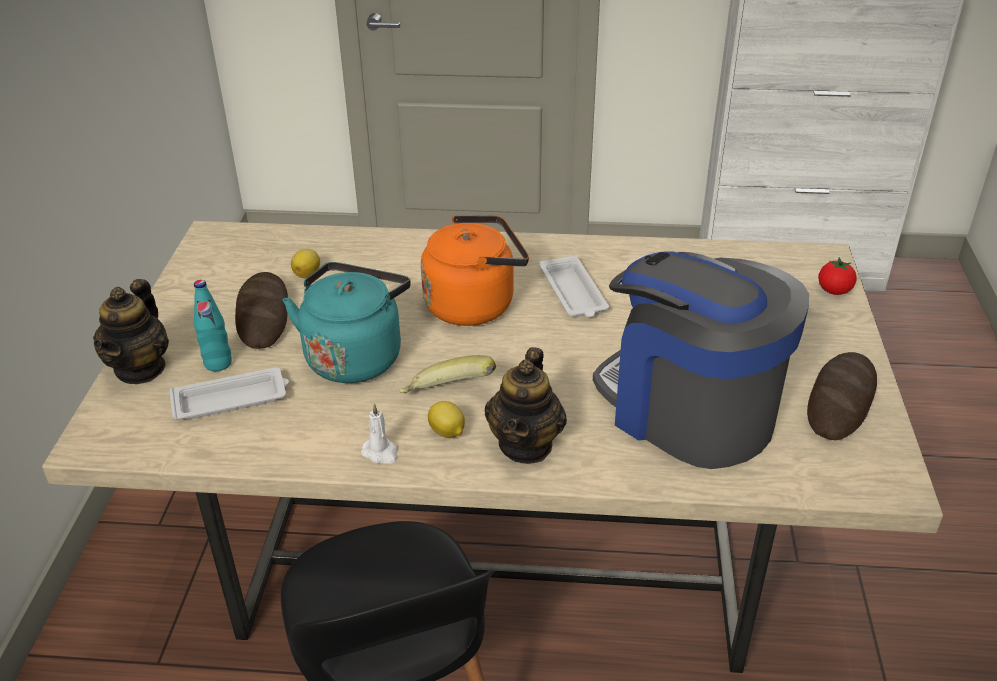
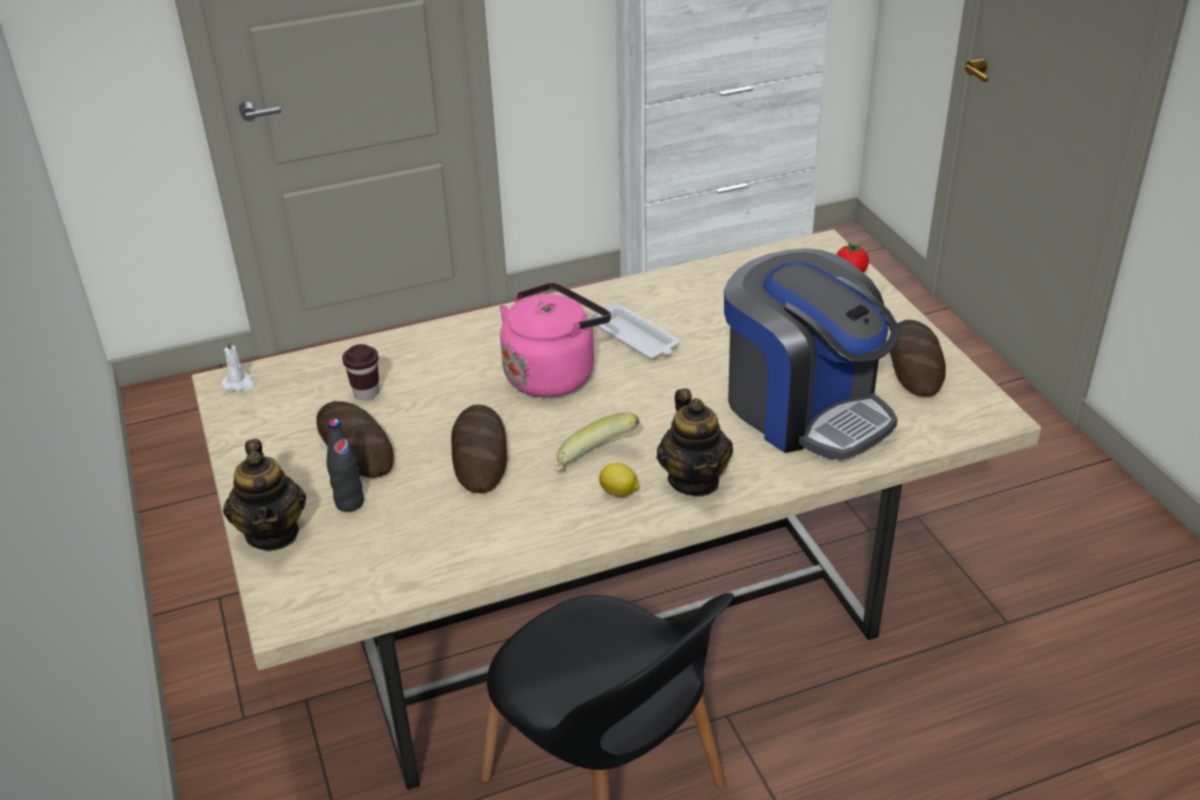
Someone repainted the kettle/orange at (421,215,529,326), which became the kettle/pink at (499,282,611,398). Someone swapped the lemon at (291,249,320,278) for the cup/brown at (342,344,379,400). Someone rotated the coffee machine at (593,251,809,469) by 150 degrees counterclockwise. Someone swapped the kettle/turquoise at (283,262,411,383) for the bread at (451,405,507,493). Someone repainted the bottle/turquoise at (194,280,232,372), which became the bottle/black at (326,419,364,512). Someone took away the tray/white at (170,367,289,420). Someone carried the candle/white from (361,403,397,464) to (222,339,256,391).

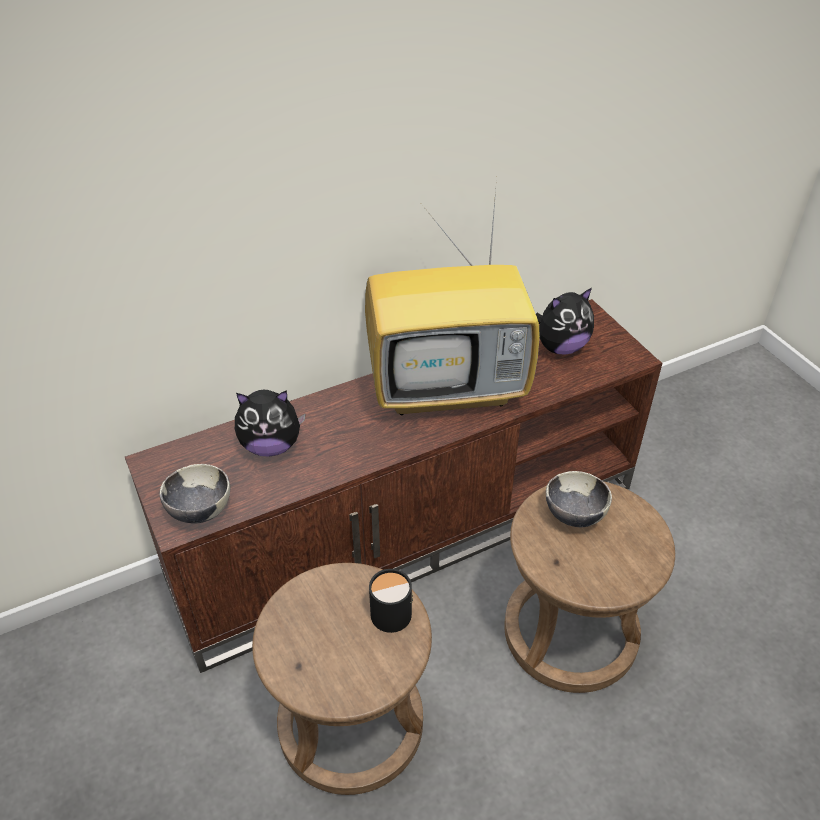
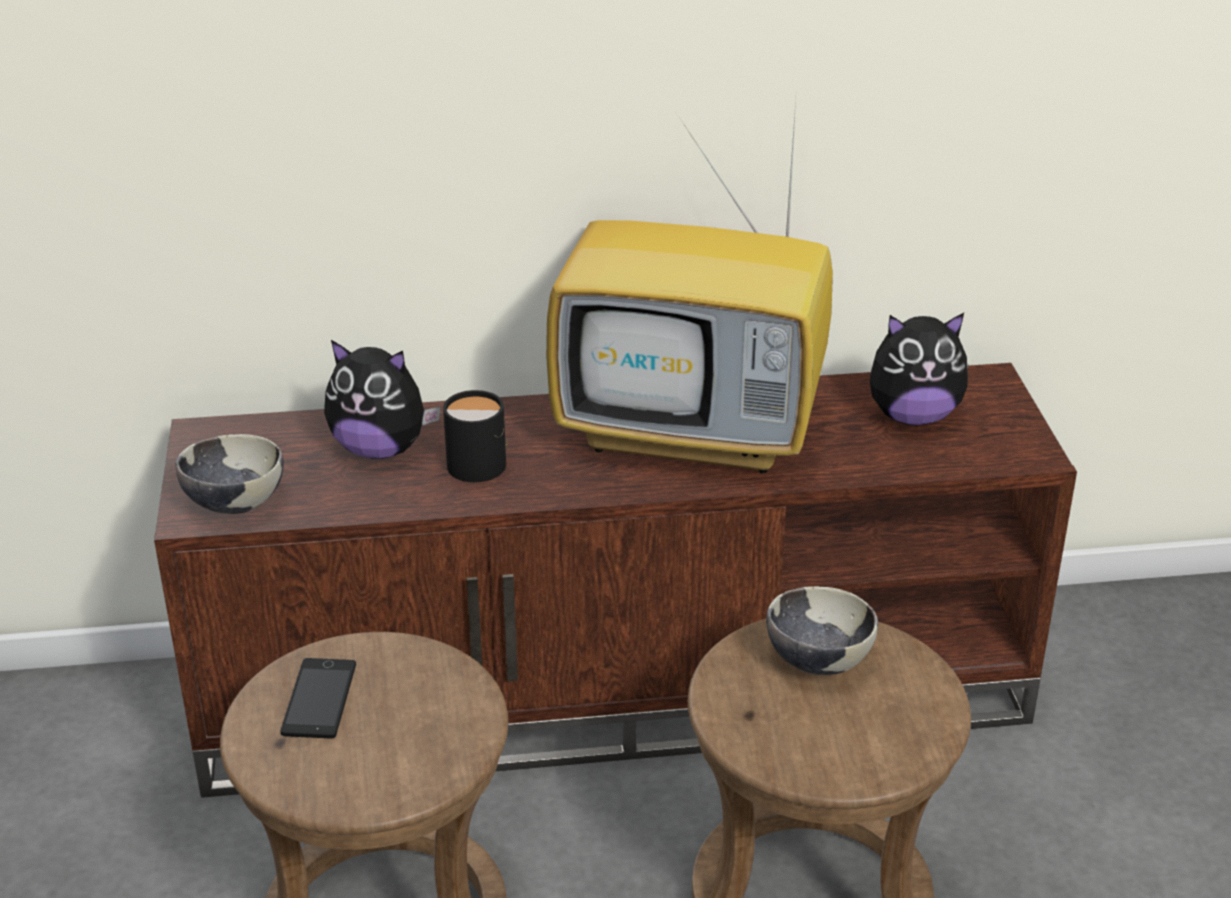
Someone carried the mug/black from (369,569,413,633) to (443,390,508,483). Someone put down the phone at (281,658,356,738).

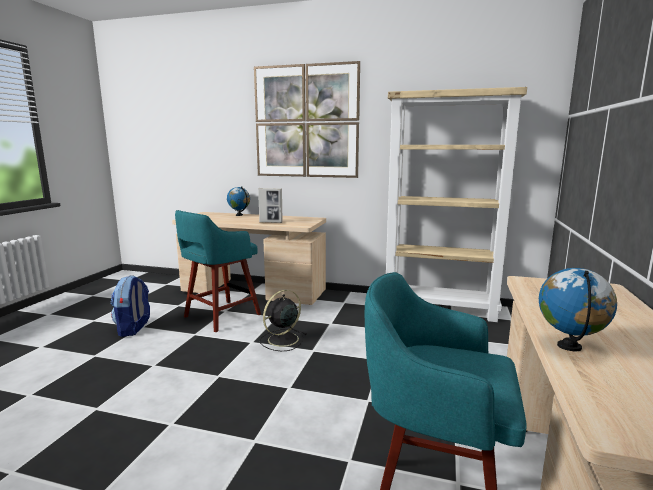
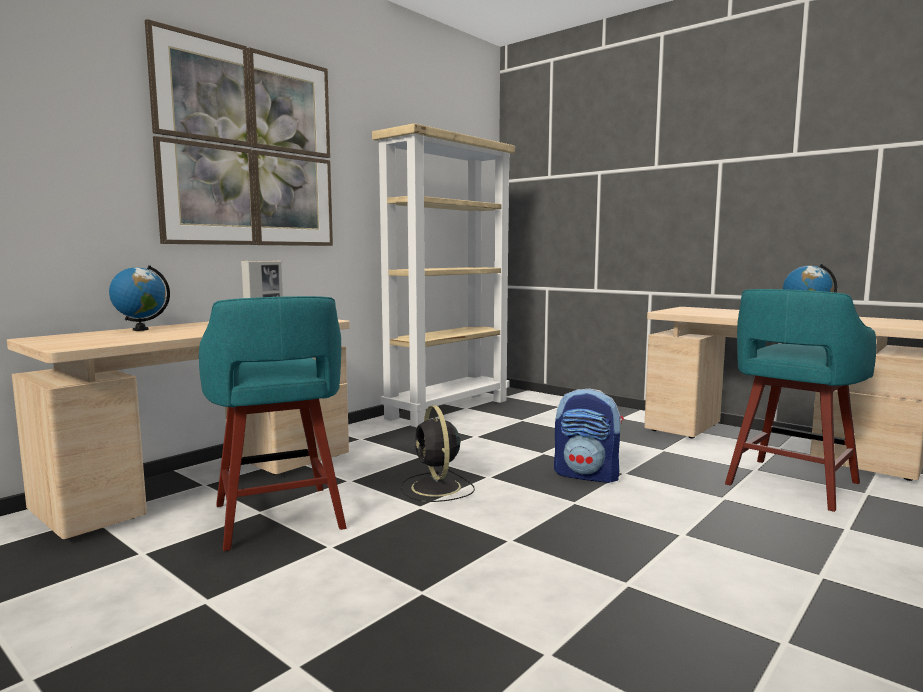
Someone carried the backpack from (110,275,150,337) to (554,389,624,483).

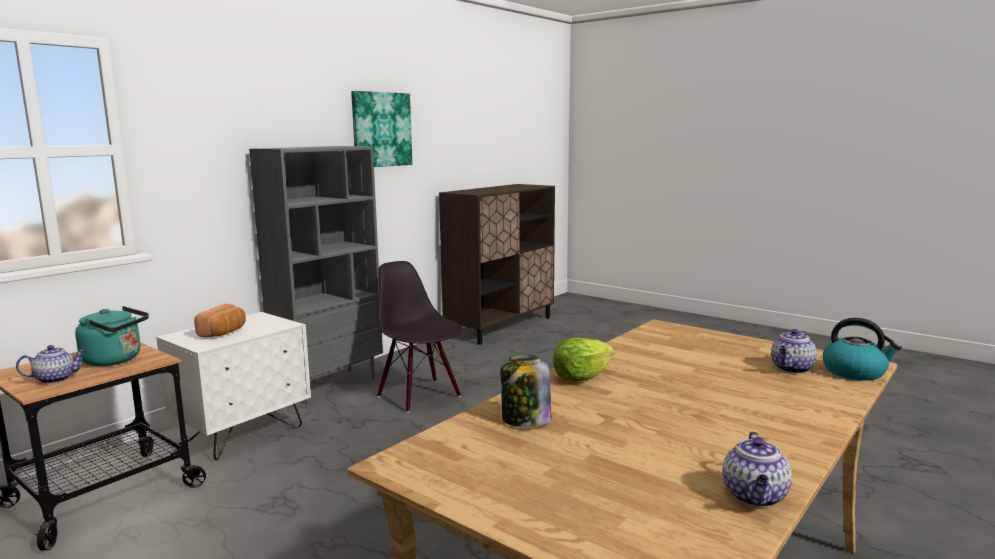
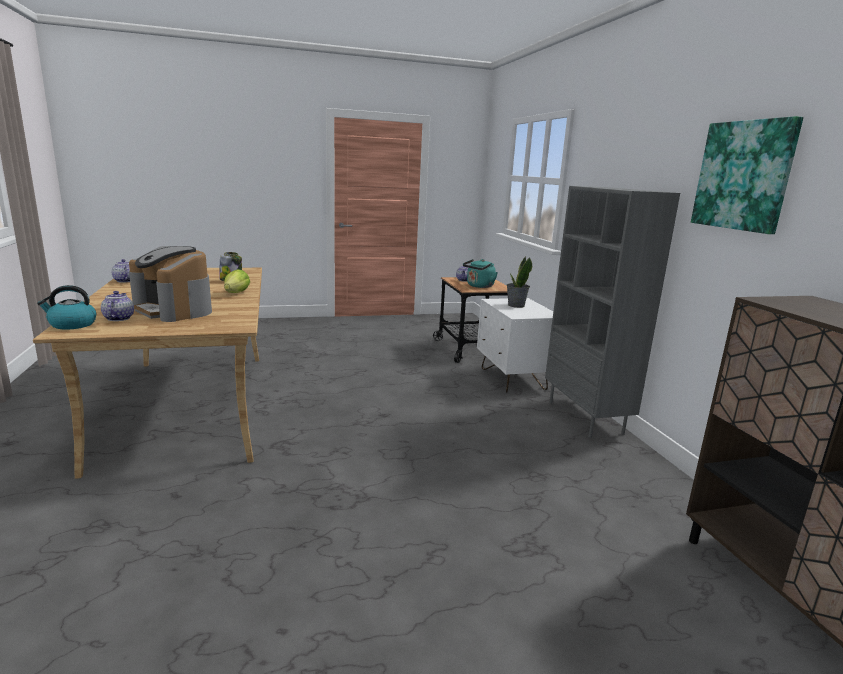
Someone took away the chair/black at (377,261,462,413). Someone swapped the bread at (194,304,246,337) for the potted plant at (507,256,532,308). Someone put down the coffee machine at (129,246,212,322).

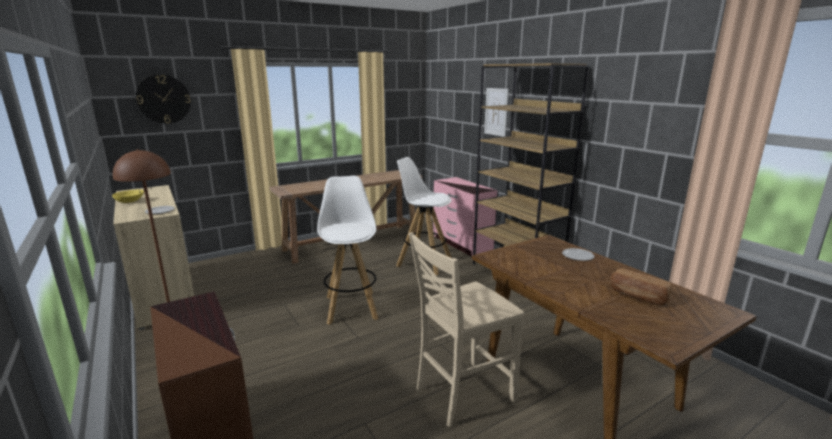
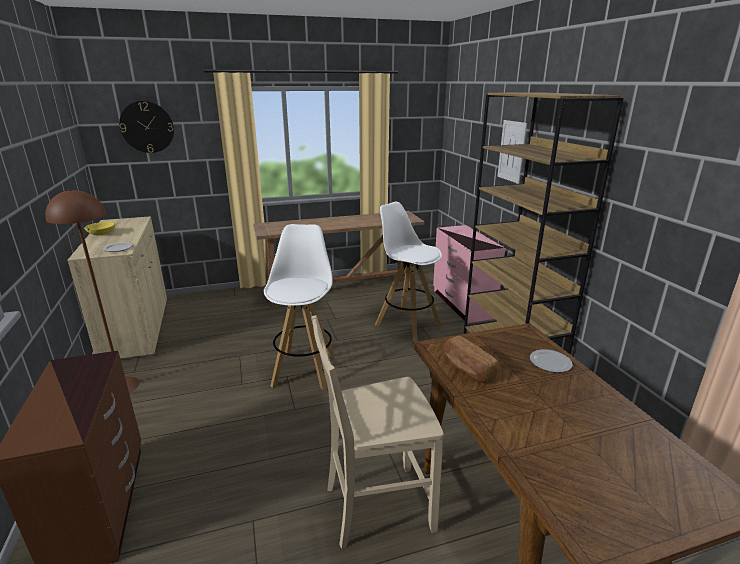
Someone carried the bread from (610,268,672,305) to (444,336,498,383).

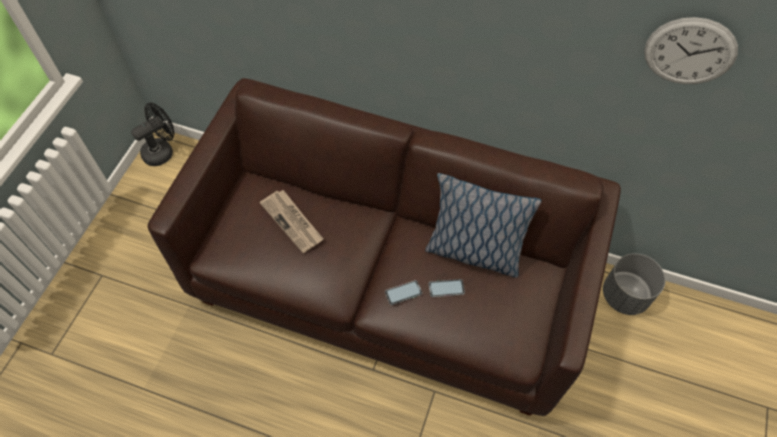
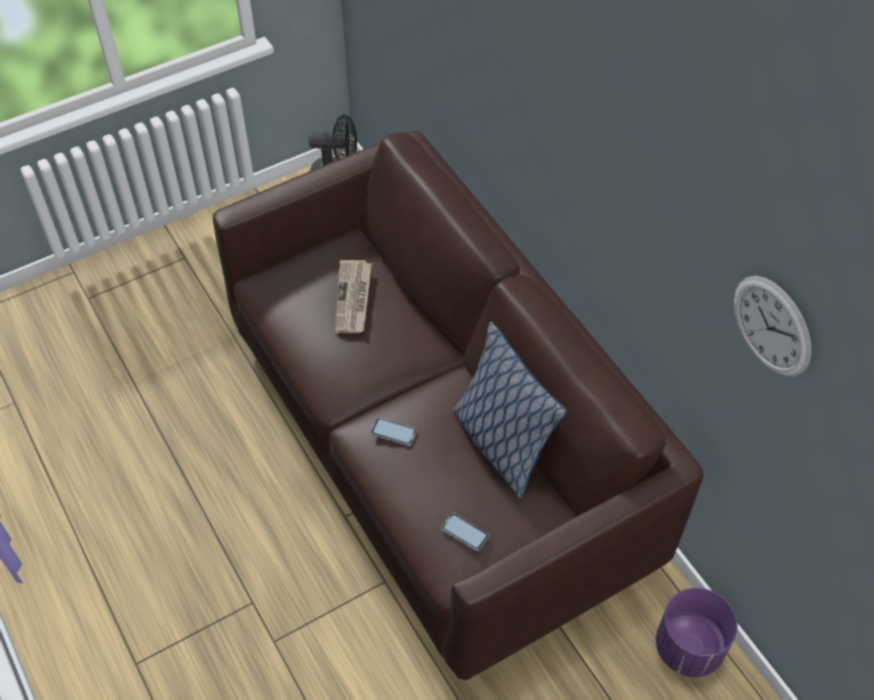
Someone repainted the planter/grey at (603,253,665,315), which became the planter/purple at (656,588,738,677). Someone carried the phone from (429,279,465,297) to (441,513,489,551).

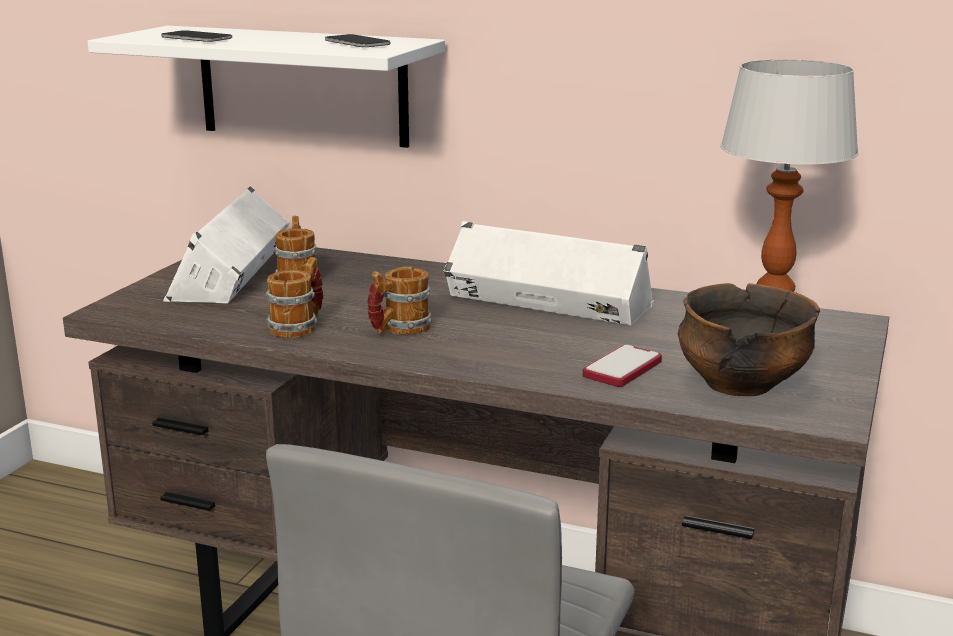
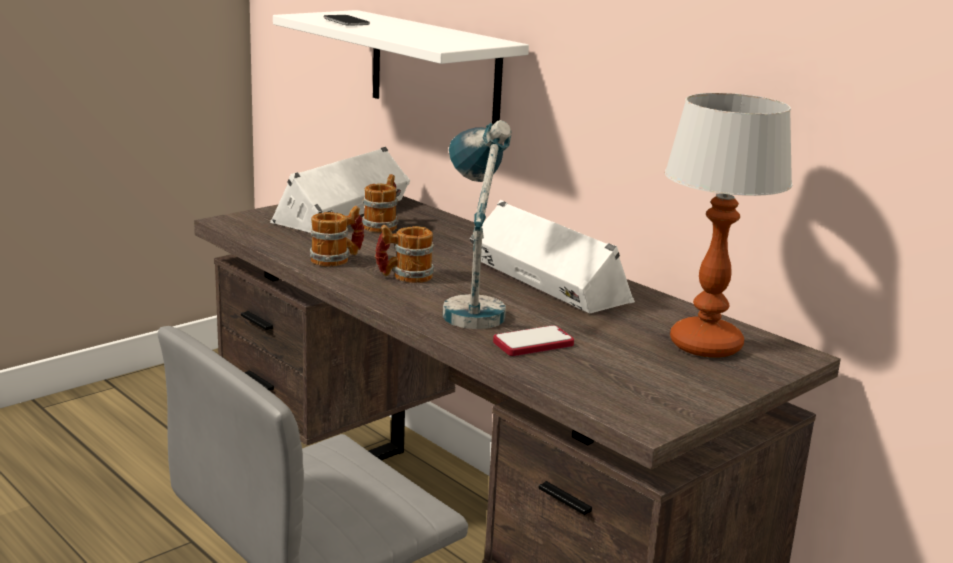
Someone took away the phone at (325,34,390,47). Someone took away the bowl at (678,283,820,396). Someone put down the table lamp at (443,120,511,329).

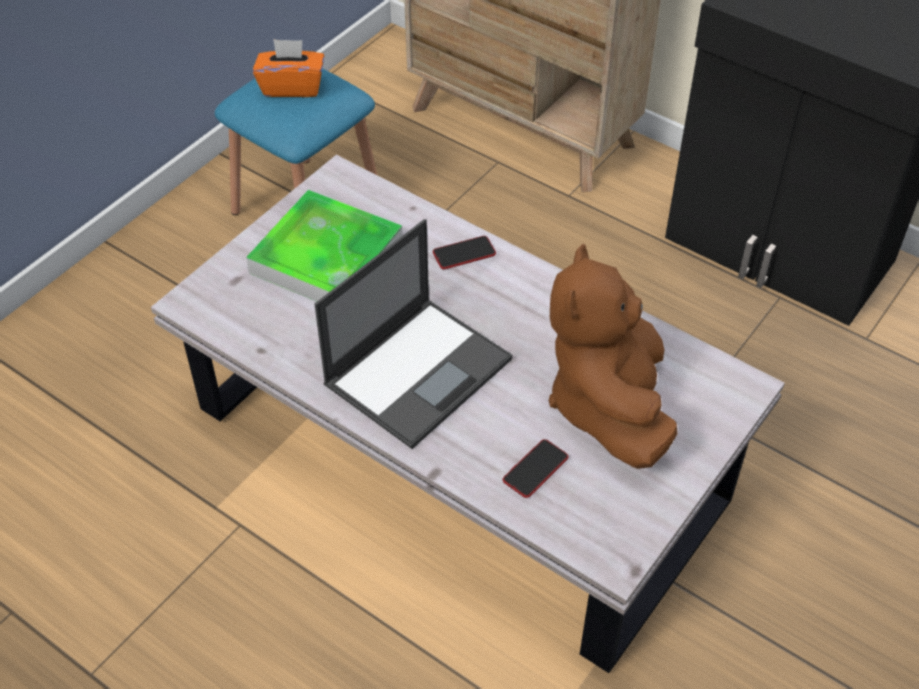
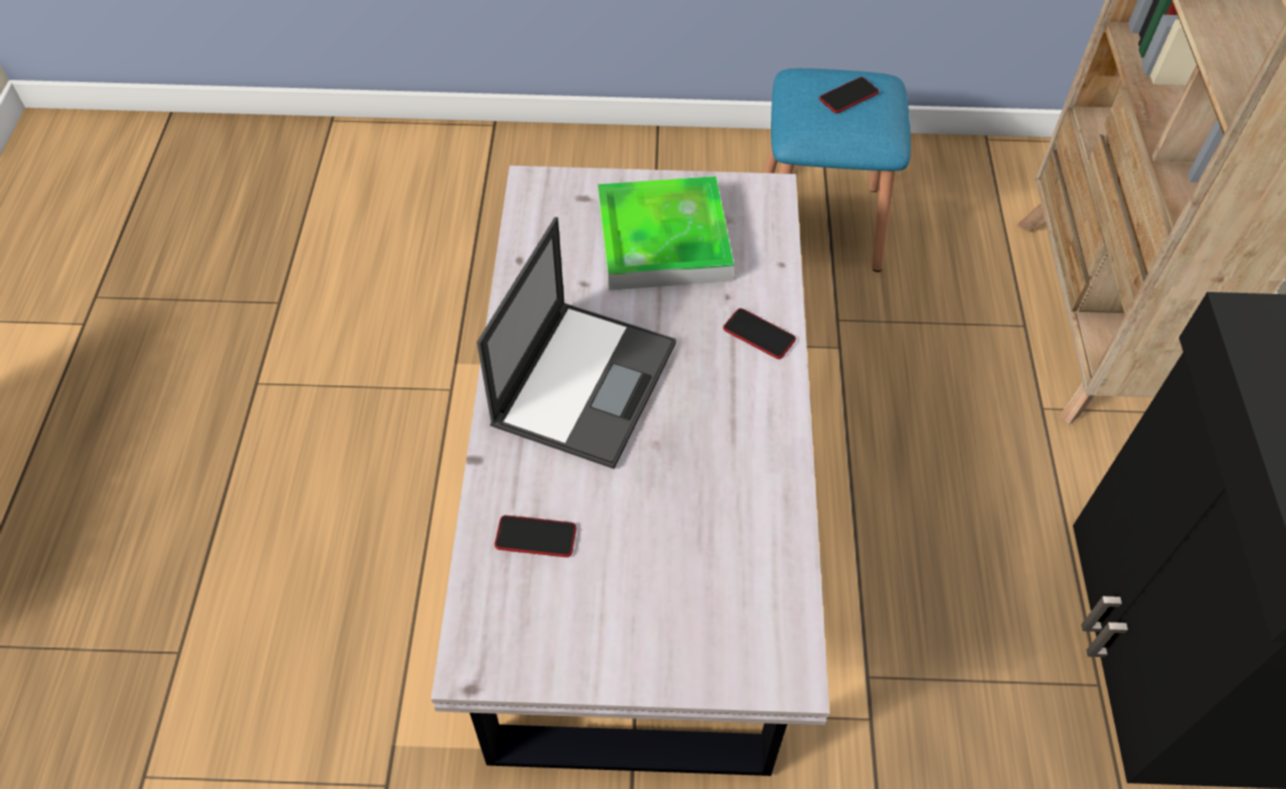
Someone swapped the tissue box/orange at (253,39,324,97) for the phone at (819,77,879,113). Someone rotated the laptop at (314,219,513,449) by 75 degrees counterclockwise. Someone took away the plush toy/brown at (549,244,678,469).

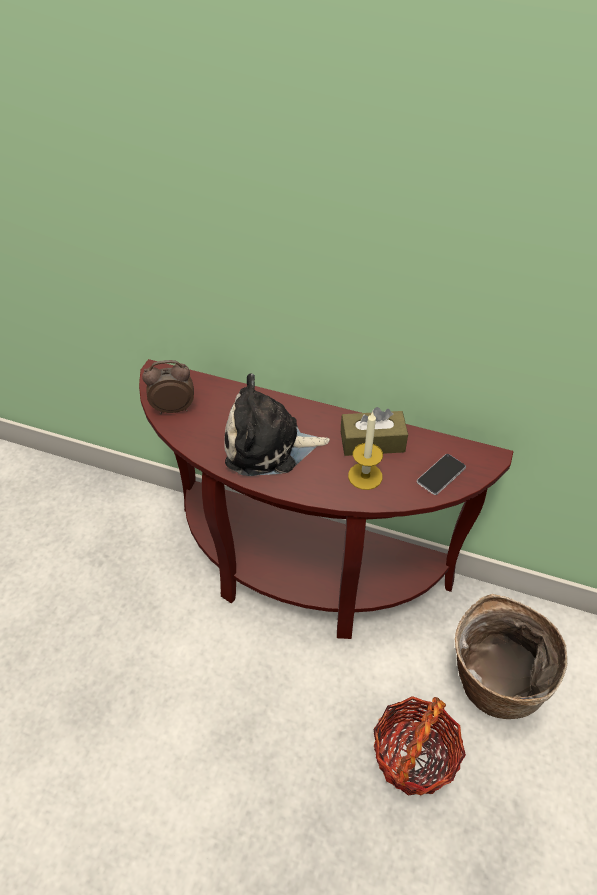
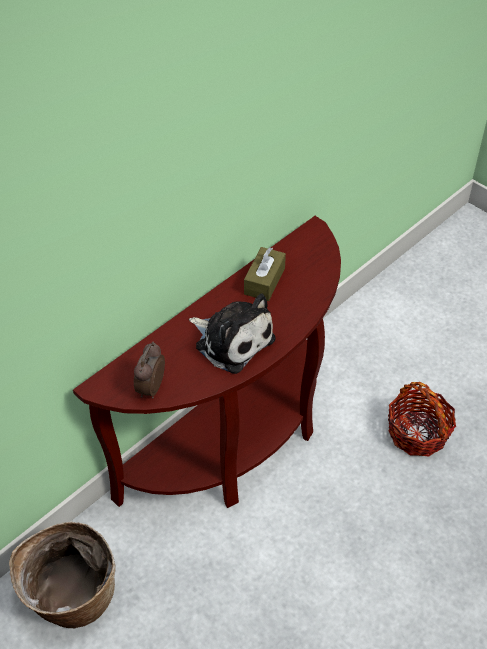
Someone rotated the plush toy at (224,373,330,476) by 75 degrees counterclockwise. Someone took away the candle at (348,411,383,490). Someone took away the phone at (417,454,466,495). Someone carried the basket from (455,594,567,719) to (9,522,116,628).

